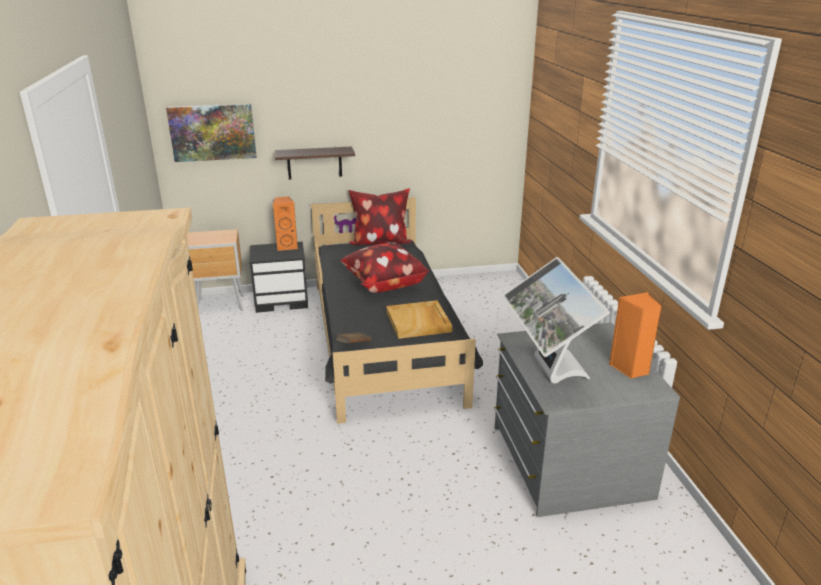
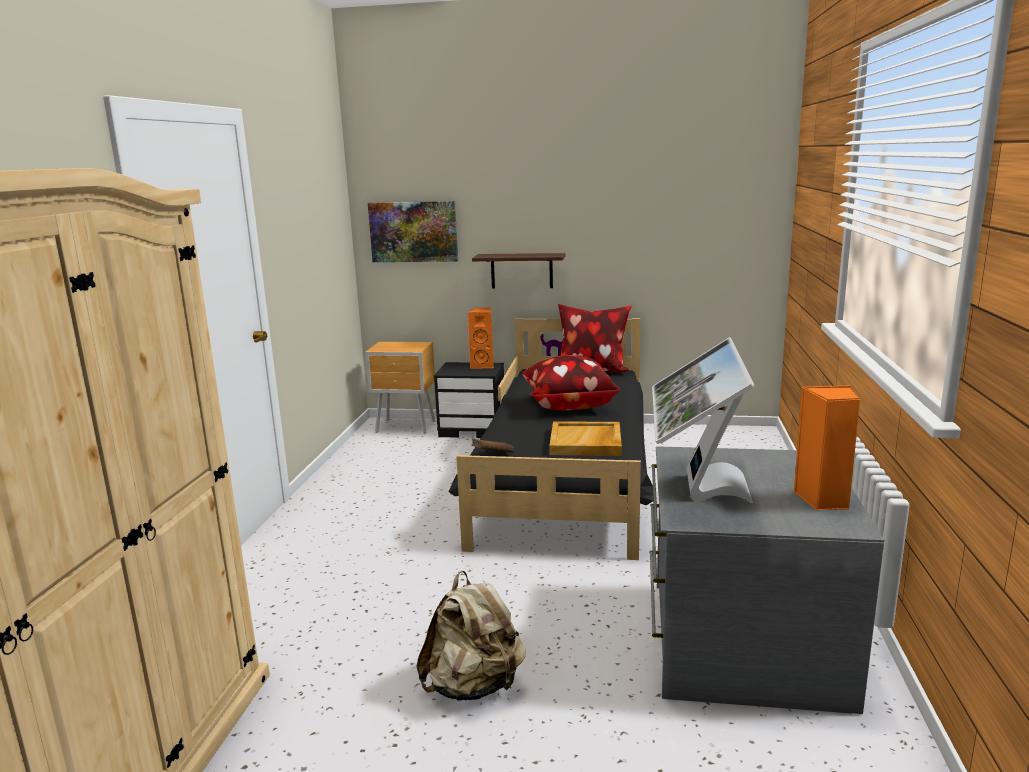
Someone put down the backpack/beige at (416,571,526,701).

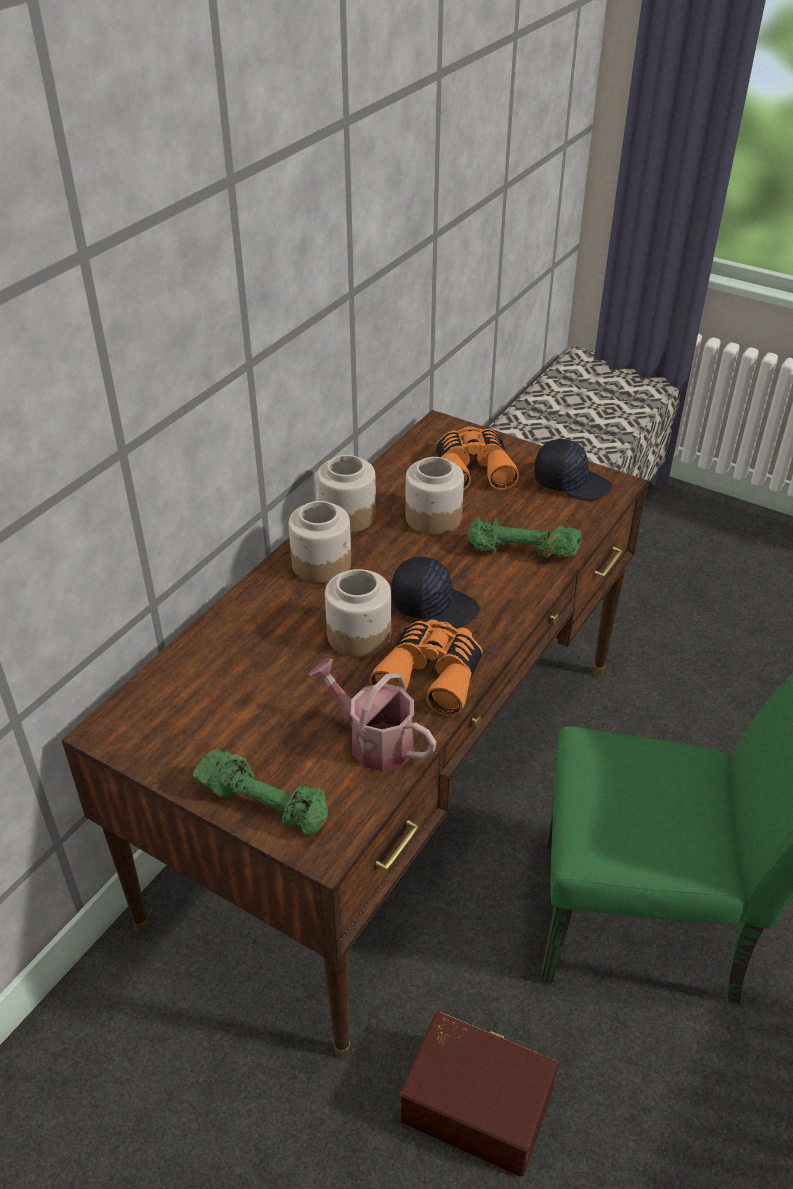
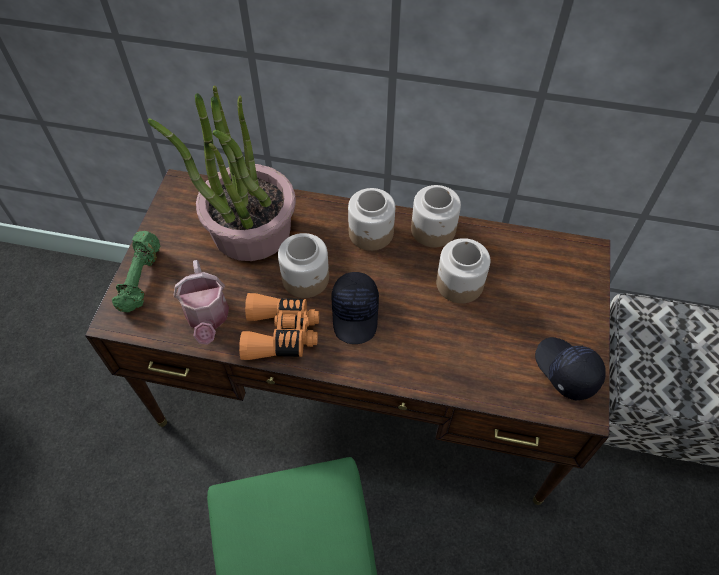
Someone took away the binoculars/orange at (436,426,519,491). Someone rotated the cap/black at (534,439,612,501) by 150 degrees clockwise. Someone took away the dumbbell/green at (468,517,582,558). Someone rotated the watering can at (309,659,436,772) by 150 degrees clockwise. Someone took away the storage box/brown at (400,1011,558,1177). Someone put down the potted plant at (148,85,296,261).

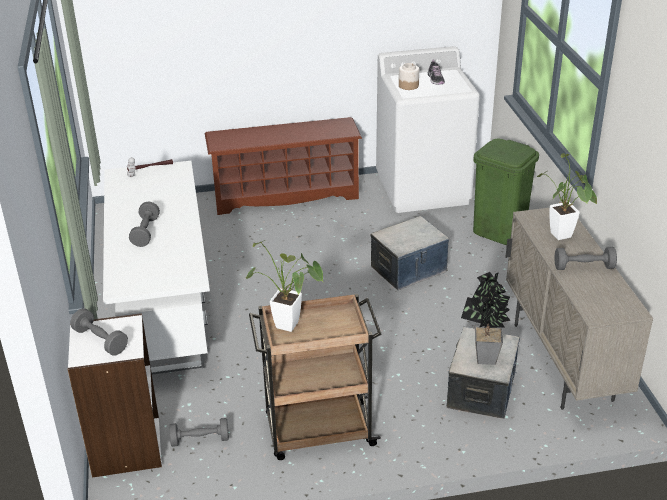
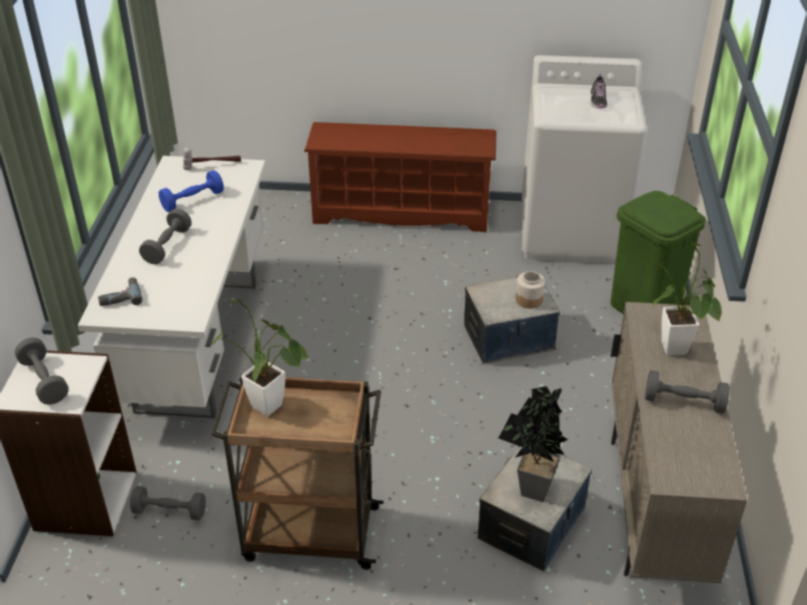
Someone carried the jar from (399,63,419,90) to (516,271,545,309). Someone put down the dumbbell/blue at (159,170,224,212). Someone put down the power drill at (98,277,142,306).

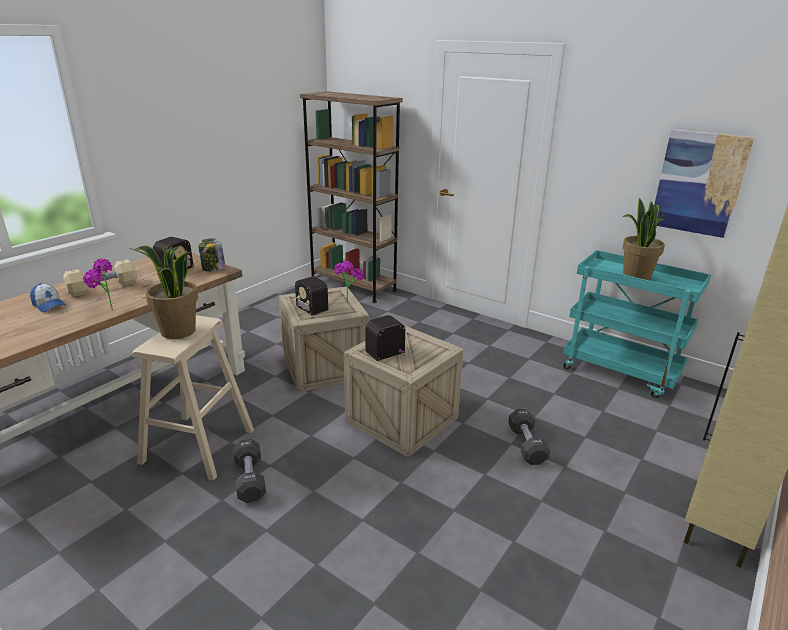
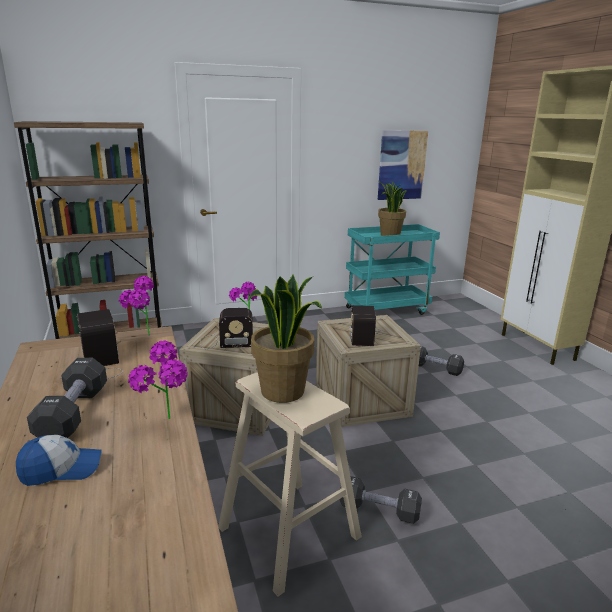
Someone swapped the jar at (198,238,226,272) for the potted plant at (119,276,154,336). Someone repainted the dumbbell/beige at (63,259,137,297), which became the dumbbell/black at (27,358,107,438).

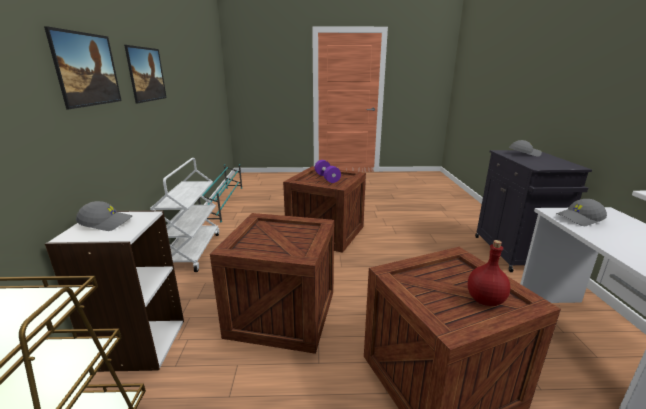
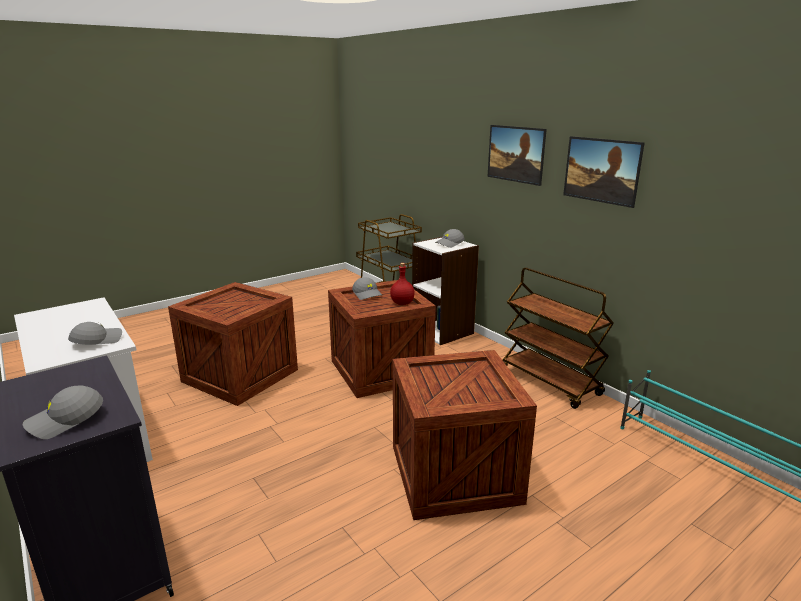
Someone repainted the cart/white at (150,158,219,272), which became the cart/brown at (503,267,614,409). Someone took away the dumbbell/purple at (315,160,341,183). Someone carried the bottle/red from (468,240,510,306) to (390,263,415,305). Someone put down the cap/grey at (352,277,383,300).

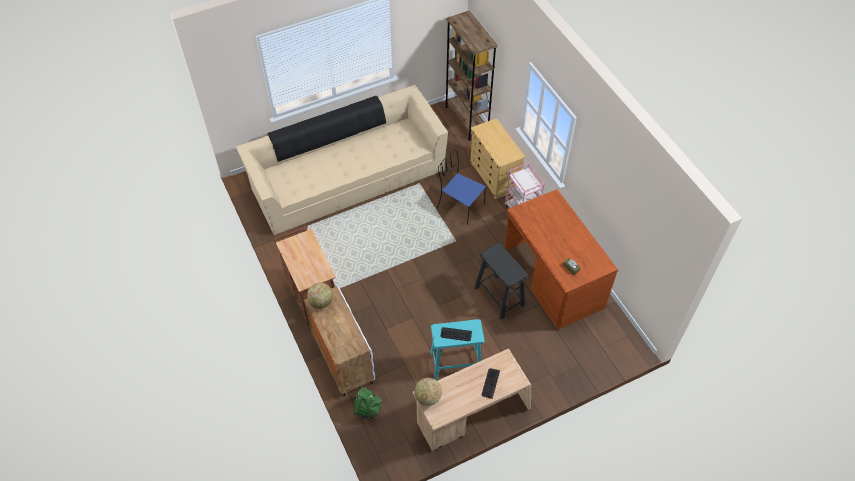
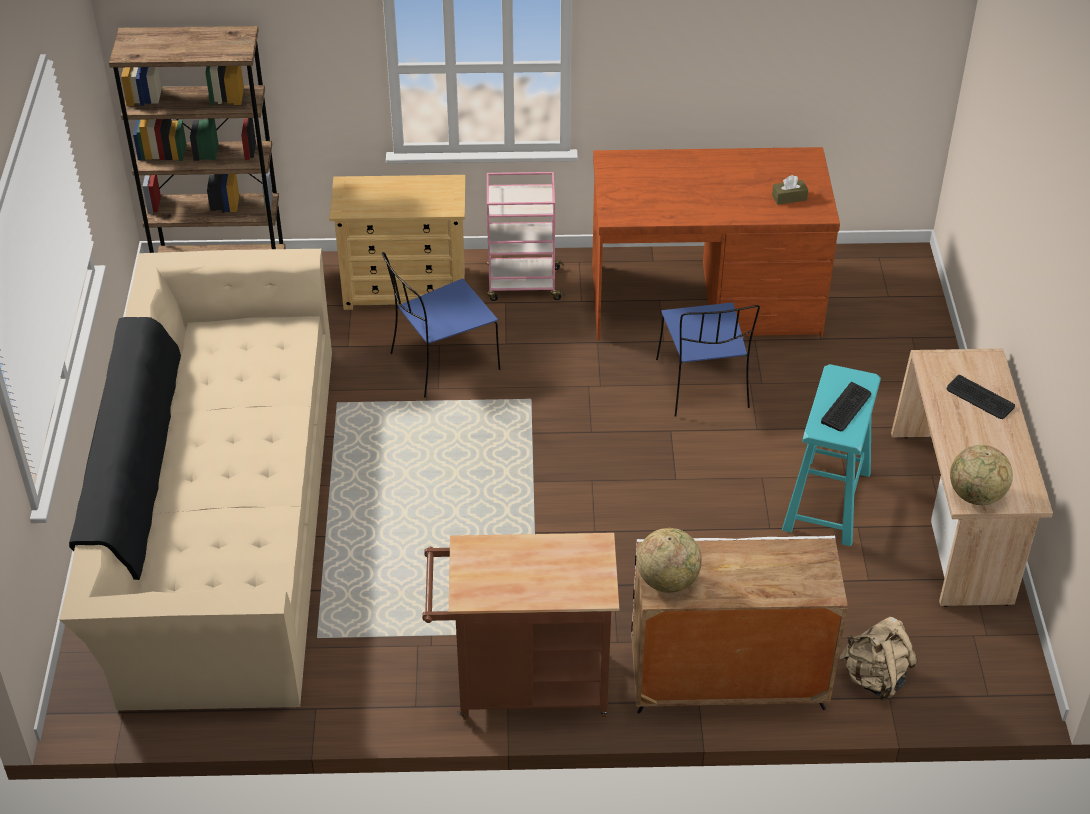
Someone swapped the stool/black at (474,243,528,320) for the chair/blue at (656,303,760,417). Someone repainted the backpack/green at (353,386,382,420), which became the backpack/beige at (840,617,918,701).

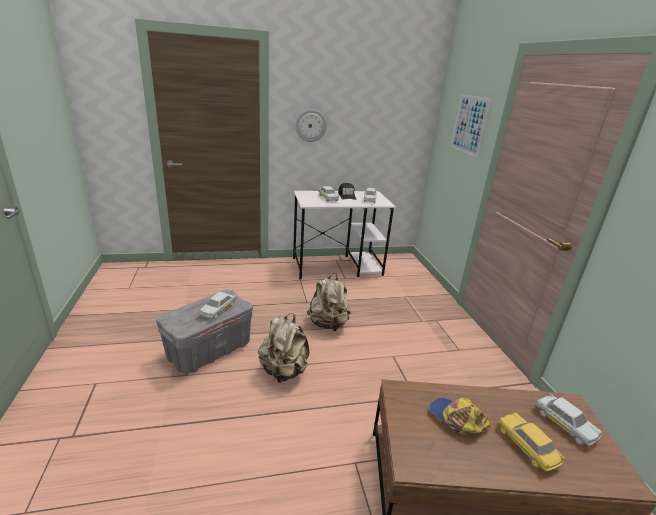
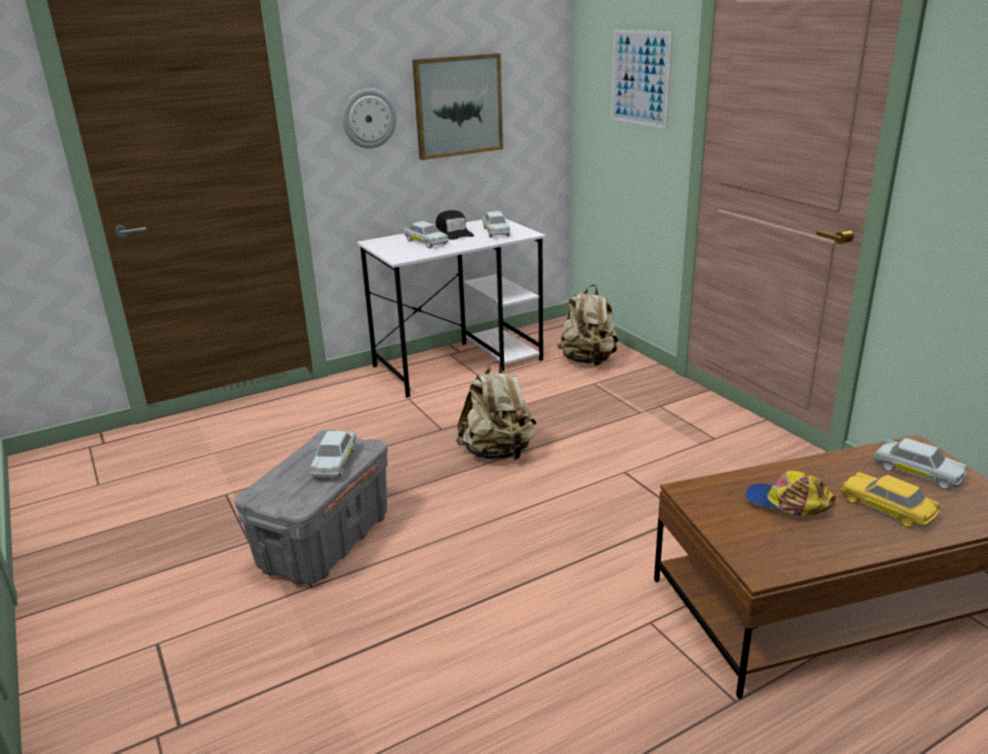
Someone carried the backpack/beige from (258,313,309,383) to (557,285,619,366). Someone put up the picture at (412,53,503,160).

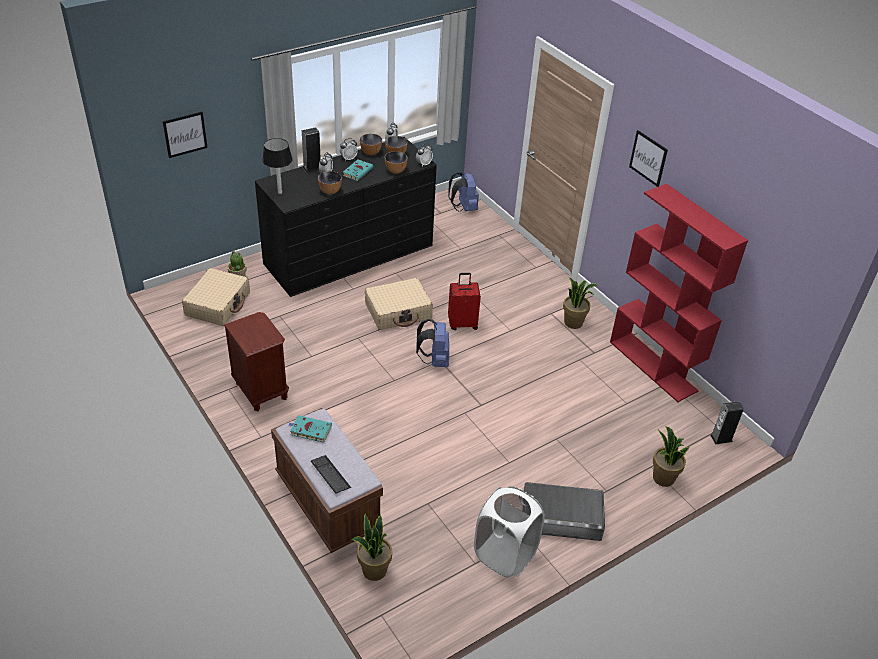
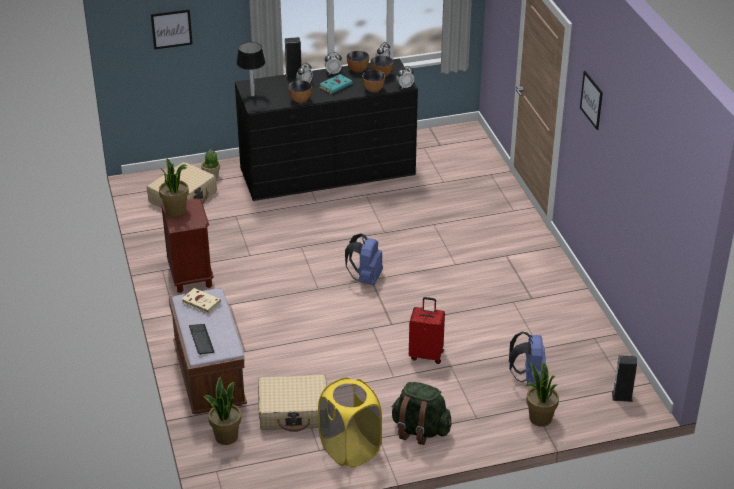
Someone carried the backpack/blue from (448,172,479,212) to (509,332,546,384). Someone took away the bookcase/red at (610,184,748,402). Someone carried the suitcase/red from (448,273,481,330) to (409,297,445,364). Someone carried the potted plant from (563,277,598,329) to (159,157,189,217). Someone carried the suitcase/beige from (365,278,433,330) to (258,375,327,432). Someone repainted the book/turquoise at (289,415,332,443), which became the book/beige at (182,288,221,314). Someone swapped the storage box/grey at (524,482,605,541) for the backpack/green at (391,382,451,445). Someone repainted the laundry basket/white at (474,486,545,578), which became the laundry basket/yellow at (318,377,382,468).

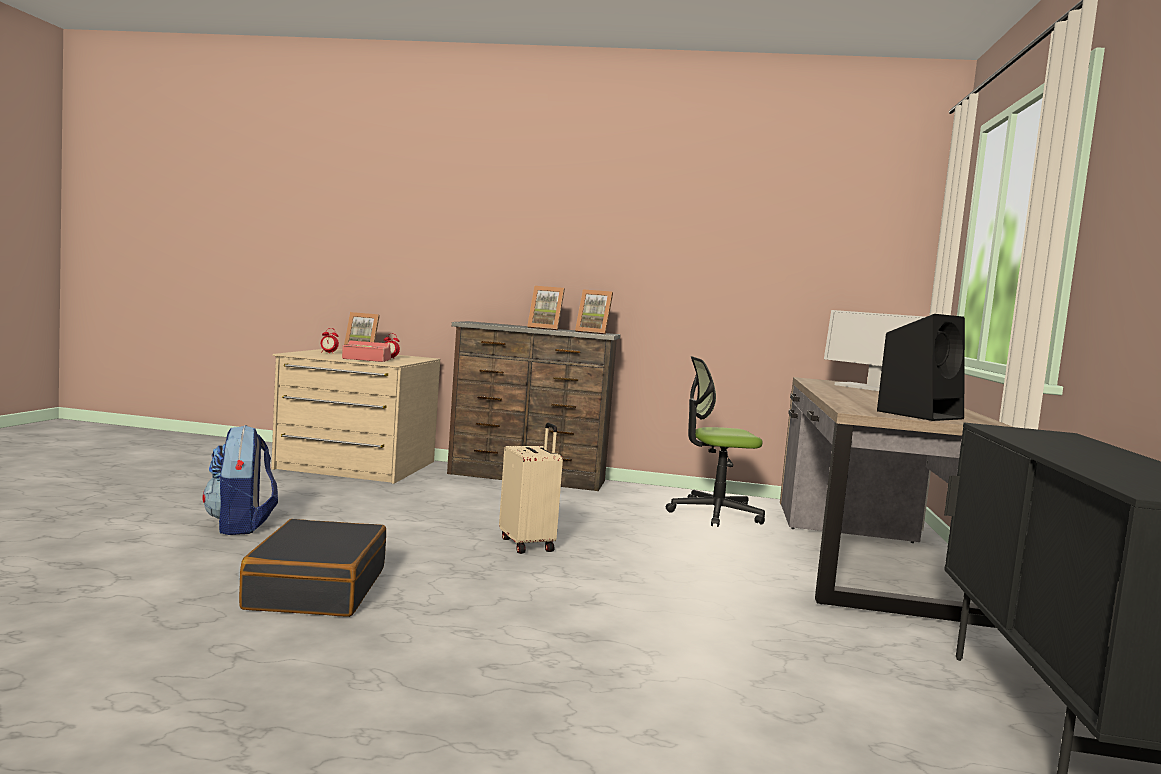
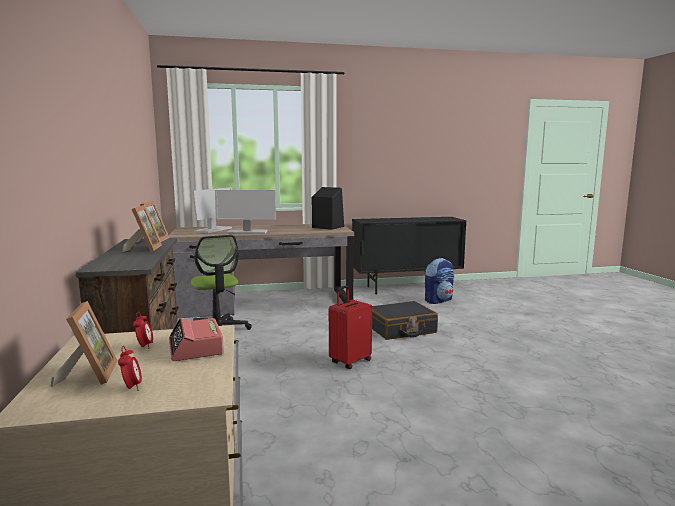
Someone repainted the suitcase/beige at (499,423,563,554), which became the suitcase/red at (329,286,372,369). Someone carried the backpack from (202,425,278,535) to (425,258,454,304). Someone carried the suitcase/black from (239,519,386,617) to (372,301,438,340). Someone put down the monitor at (215,190,276,234).

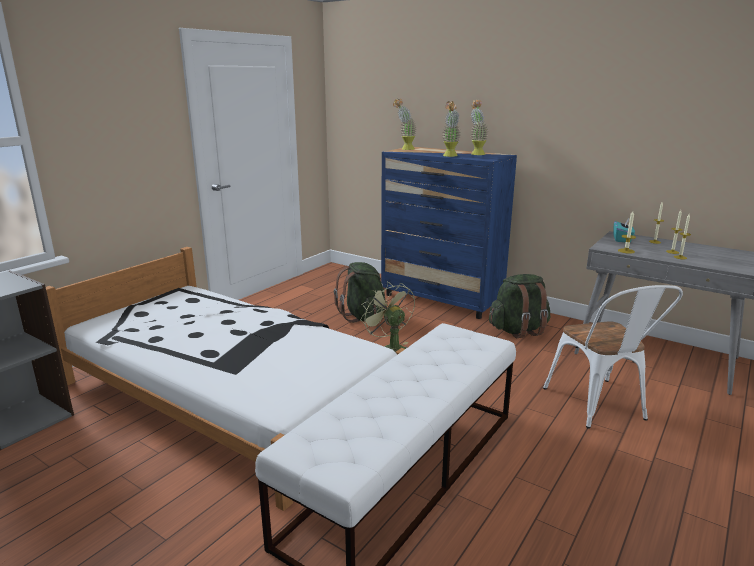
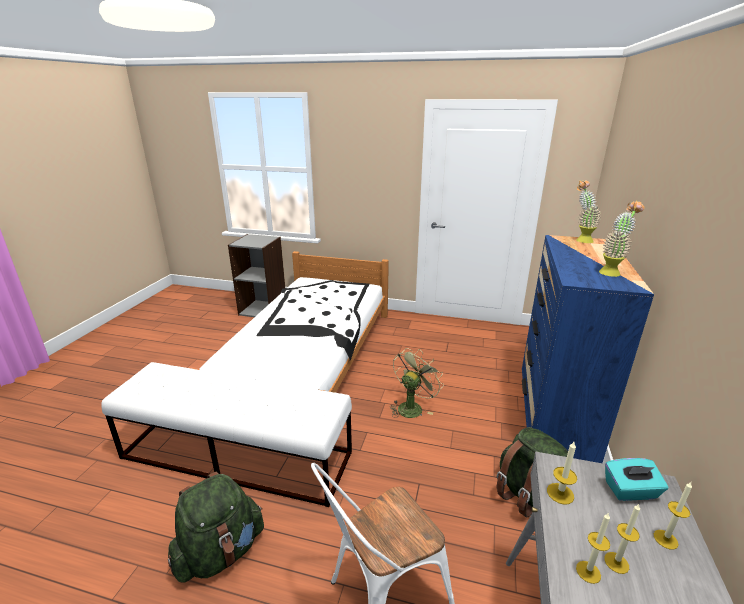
Someone took away the potted plant at (442,101,460,157). Someone carried the backpack/green from (334,262,387,323) to (168,472,264,583).

